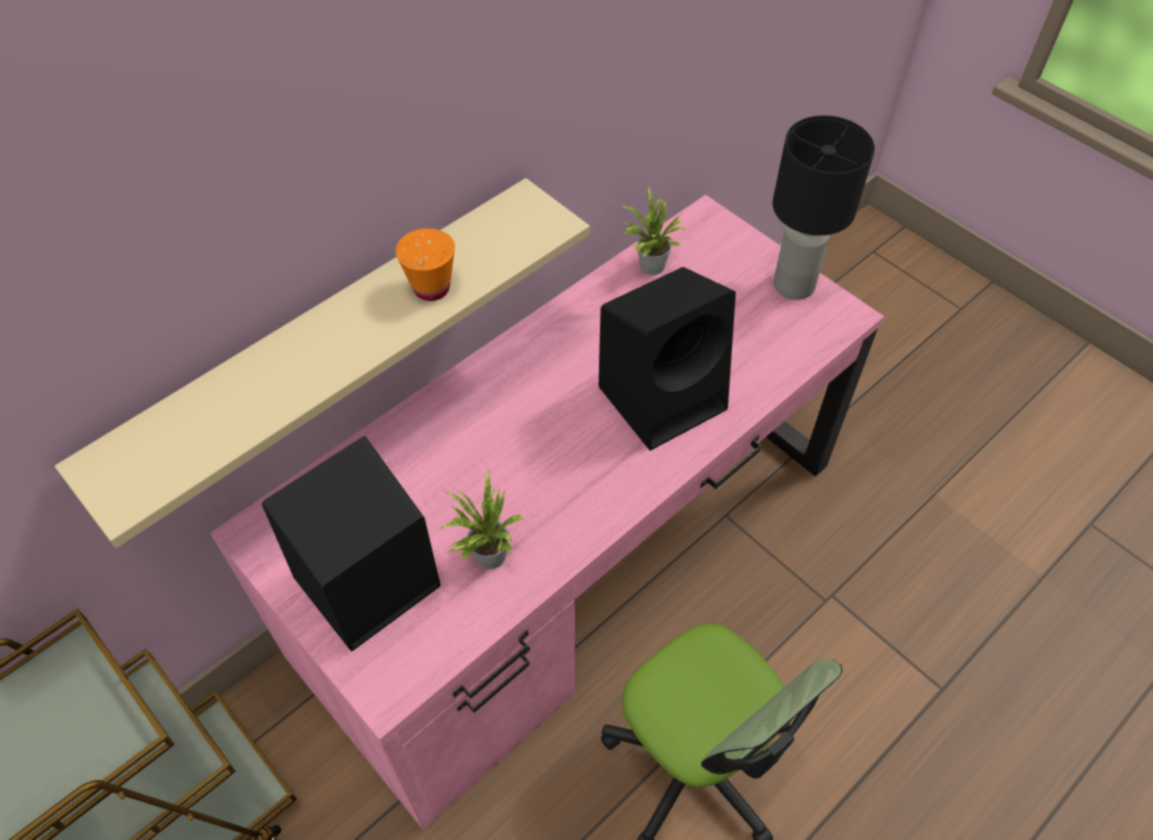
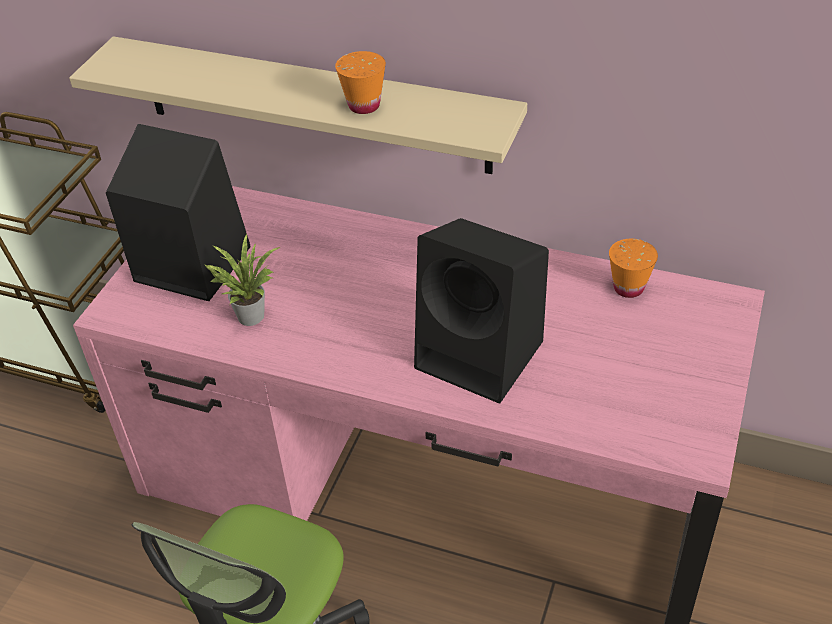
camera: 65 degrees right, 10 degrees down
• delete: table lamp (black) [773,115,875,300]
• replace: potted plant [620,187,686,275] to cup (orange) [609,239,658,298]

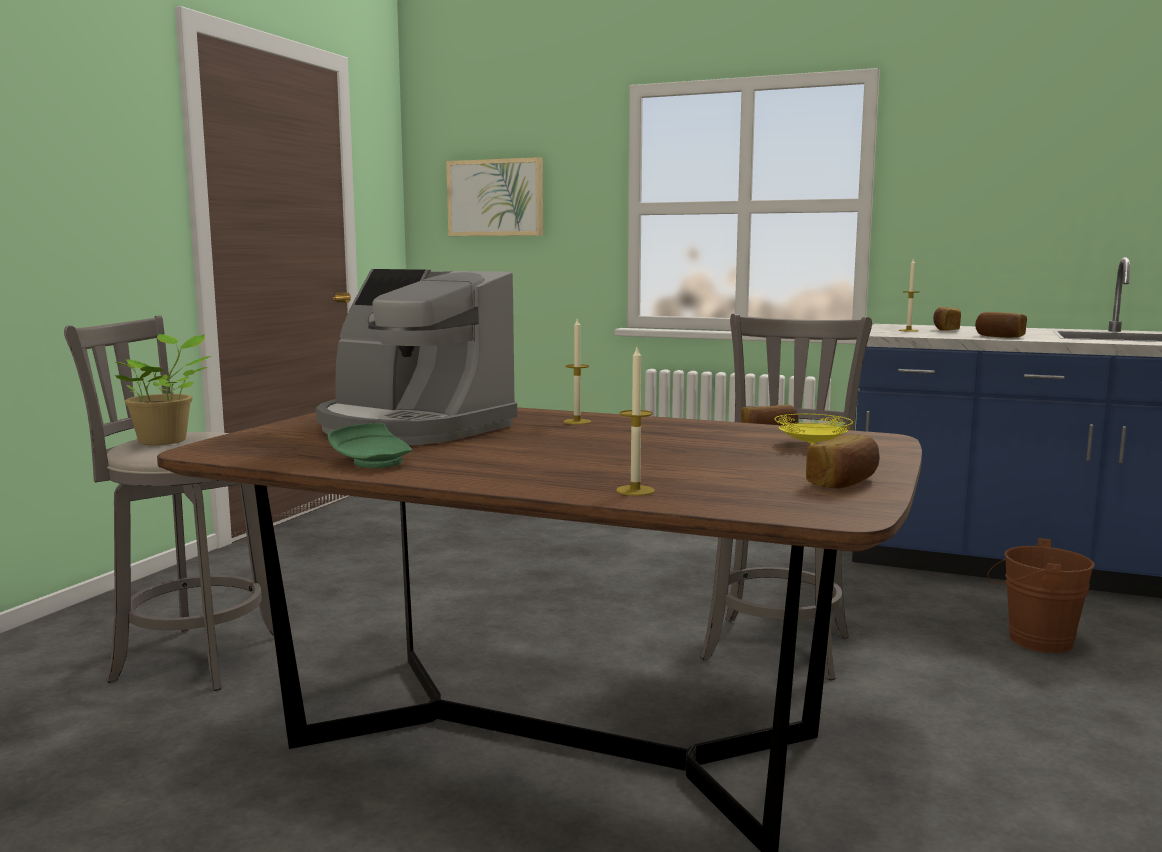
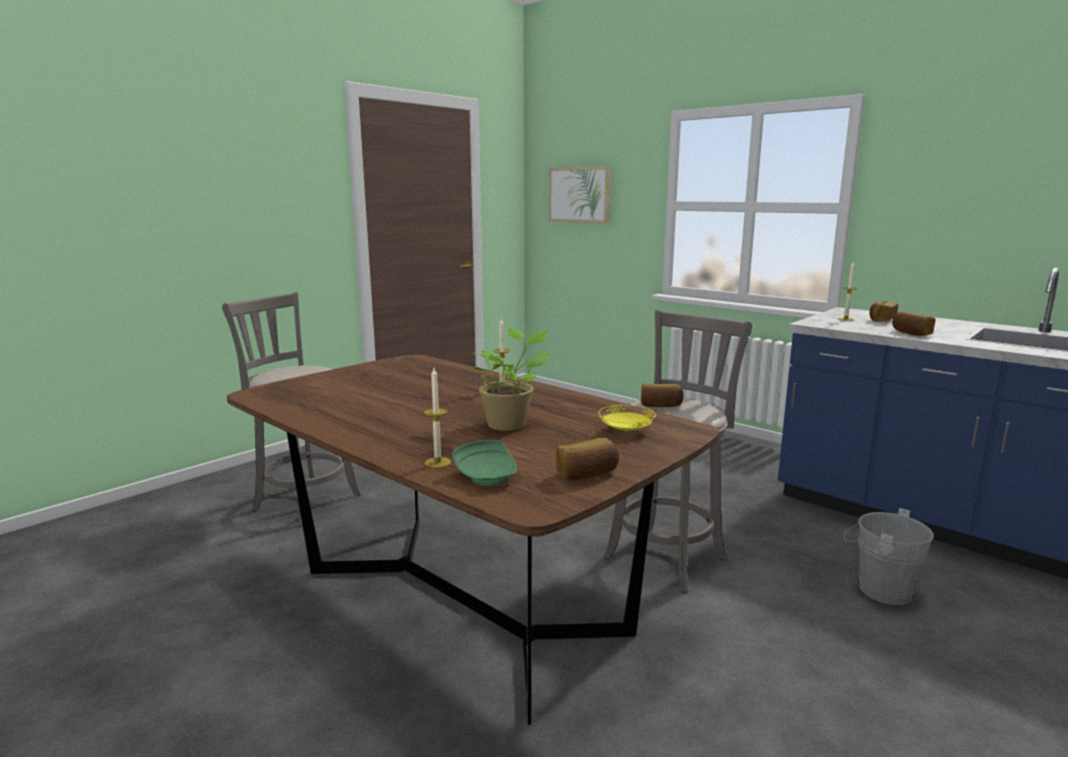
camera: 20 degrees right, 5 degrees up
• delete: coffee machine [316,269,517,445]
• move: potted plant [115,334,211,445] to [473,329,552,431]
• move: plate (green) [328,423,412,468] to [452,440,517,486]
• recolor: bucket (brown) [987,538,1095,653] to bucket (grey) [844,508,934,605]

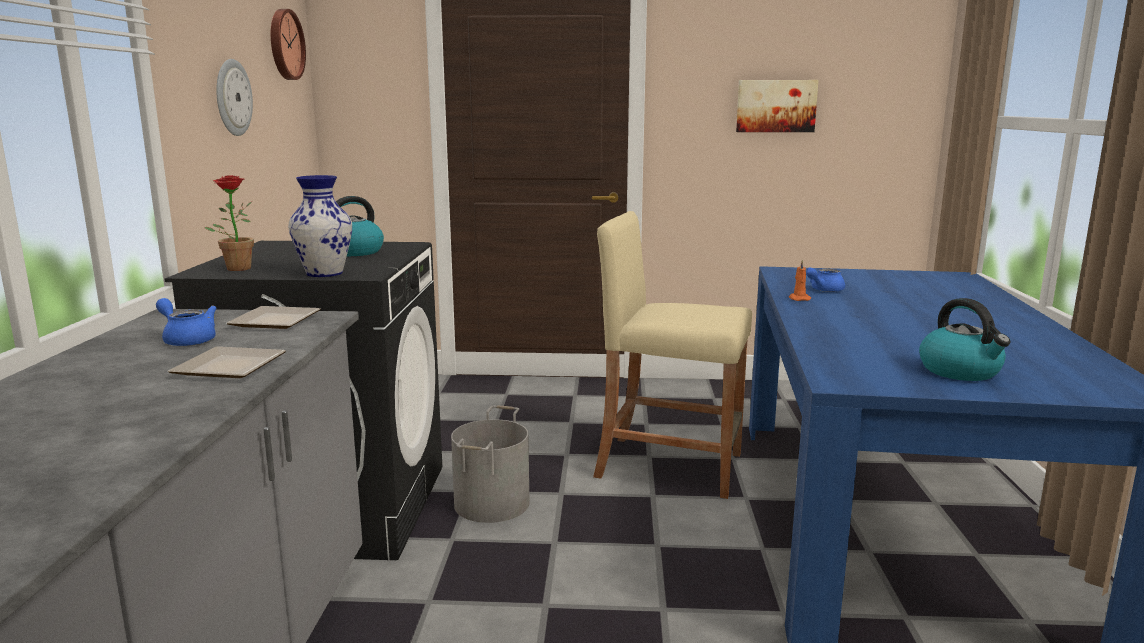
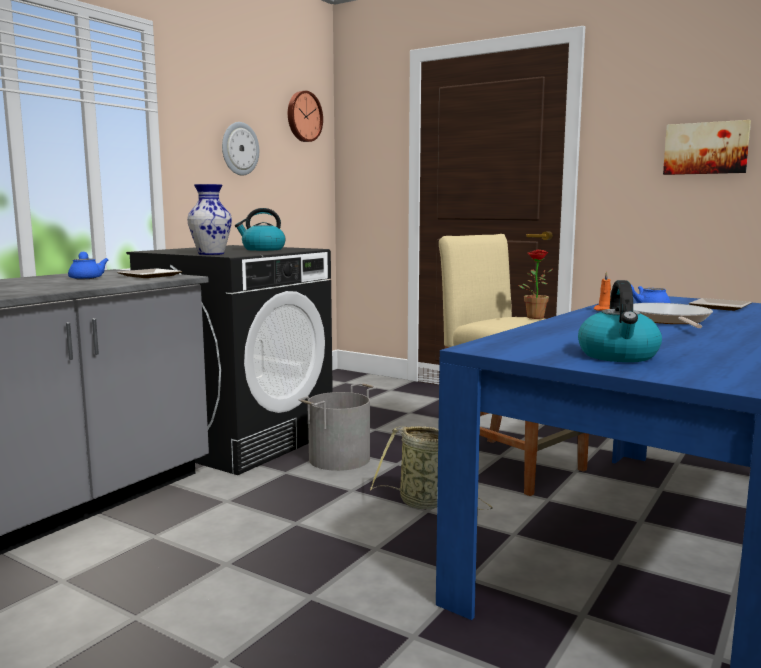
camera: 30 degrees right, 5 degrees down
• move: potted plant [205,175,254,271] to [519,249,552,319]
• move: plate [168,346,286,378] to [689,298,752,311]
• insert: frying pan [633,303,713,328]
• insert: basket [370,426,493,510]

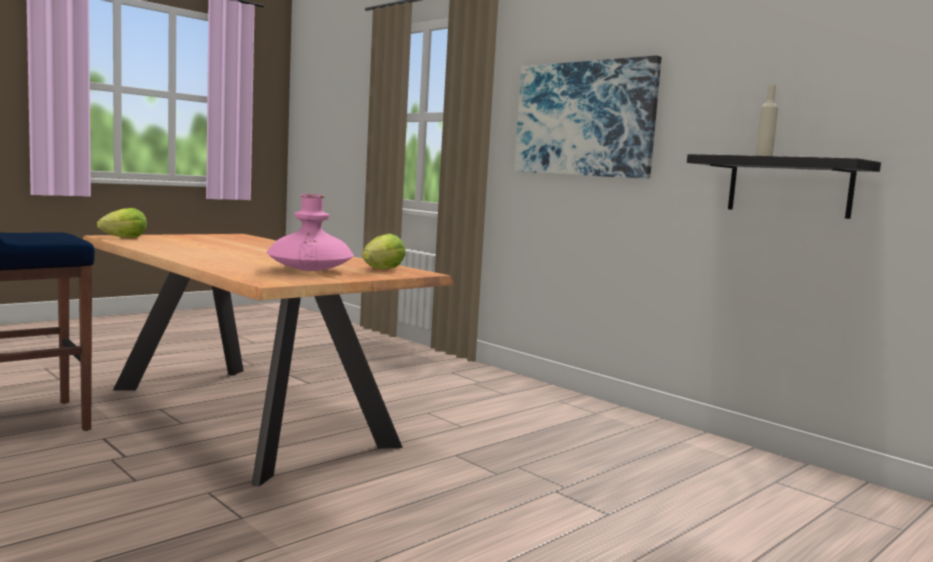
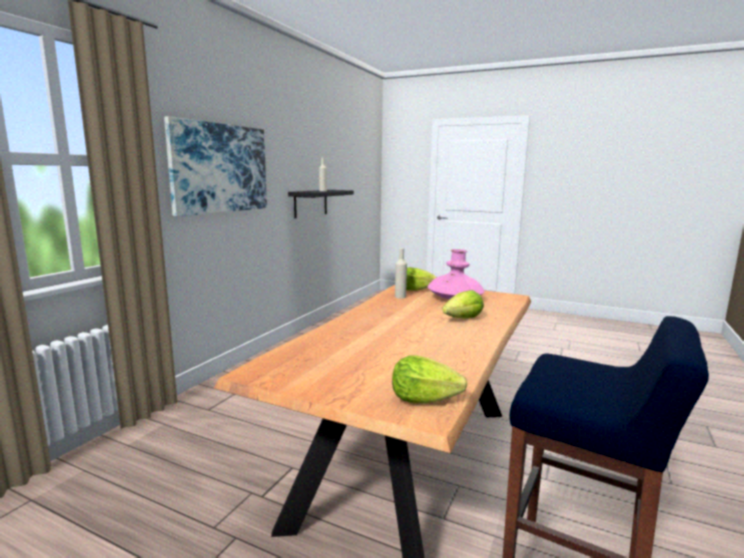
camera: 110 degrees left, 5 degrees up
• insert: bottle (beige) [395,248,407,298]
• insert: lettuce [442,290,484,318]

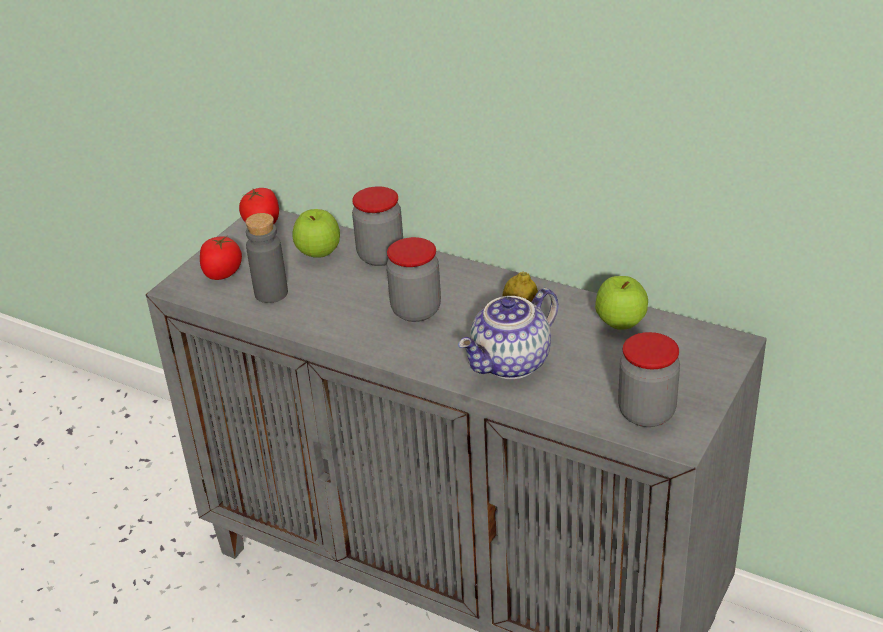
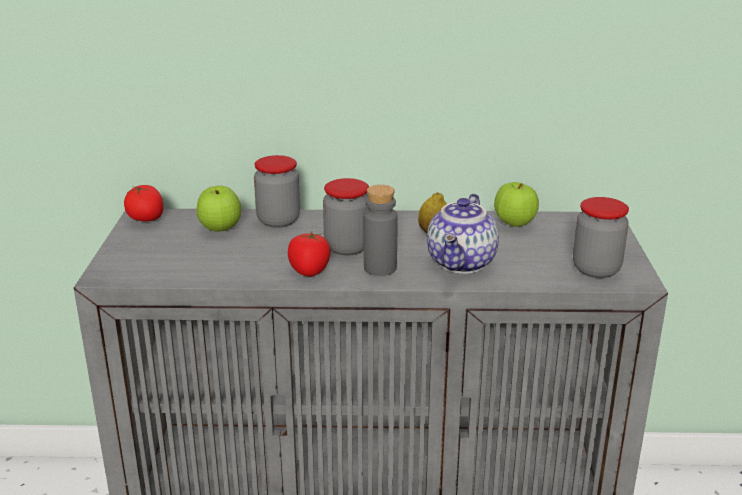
camera: 30 degrees left, 10 degrees down
• move: bottle (grey) [245,213,288,303] to [364,185,398,276]
• move: tomato [200,236,242,280] to [288,231,331,276]

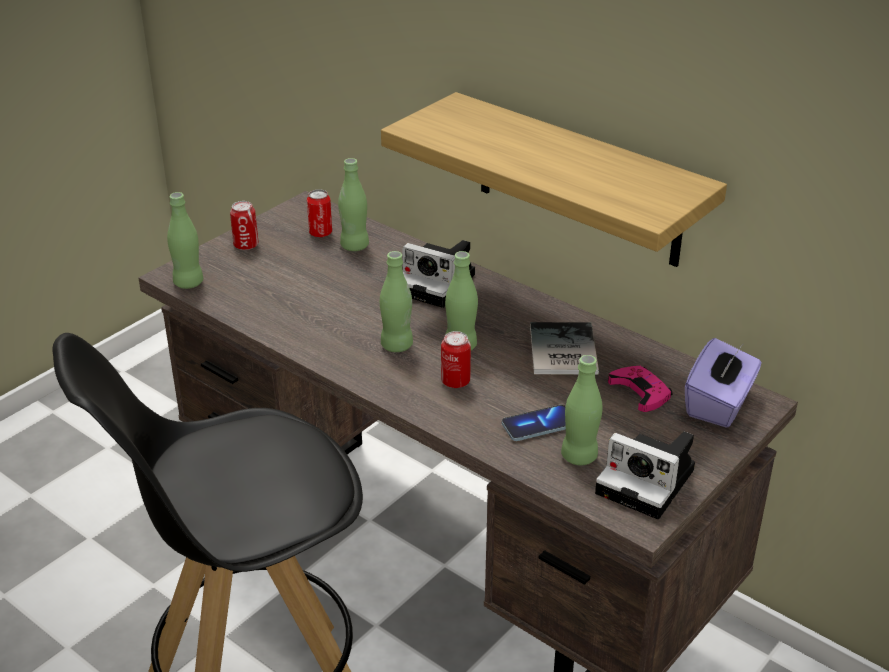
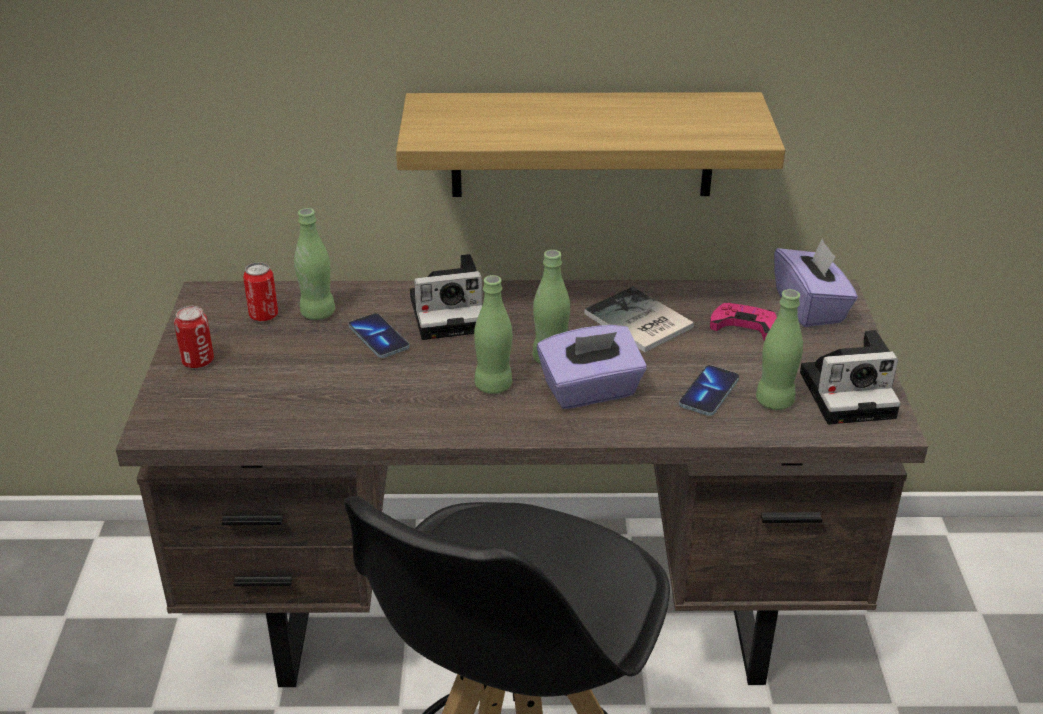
camera: 40 degrees left, 0 degrees up
• delete: bottle (green) [167,192,203,289]
• replace: can [441,331,471,388] to tissue box (purple) [537,325,647,409]
• insert: phone [349,313,409,358]

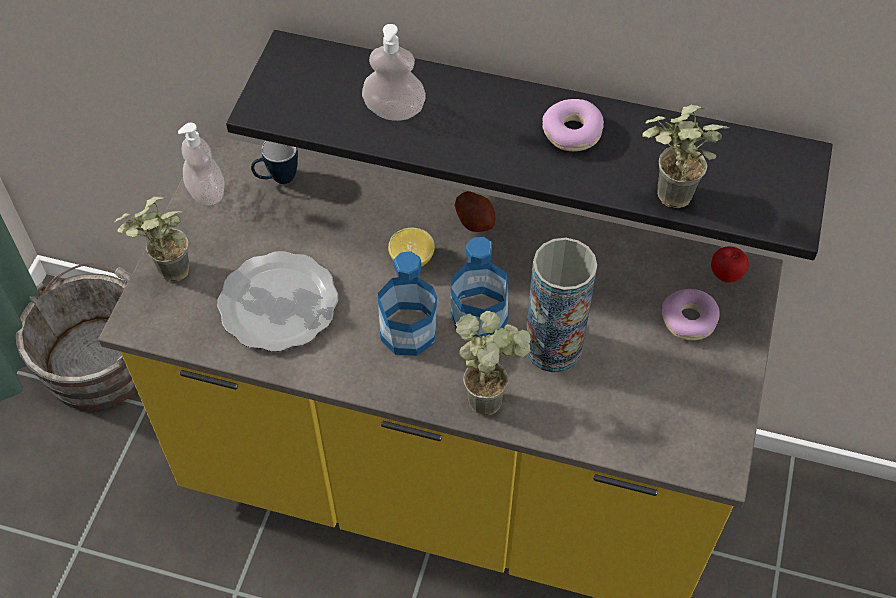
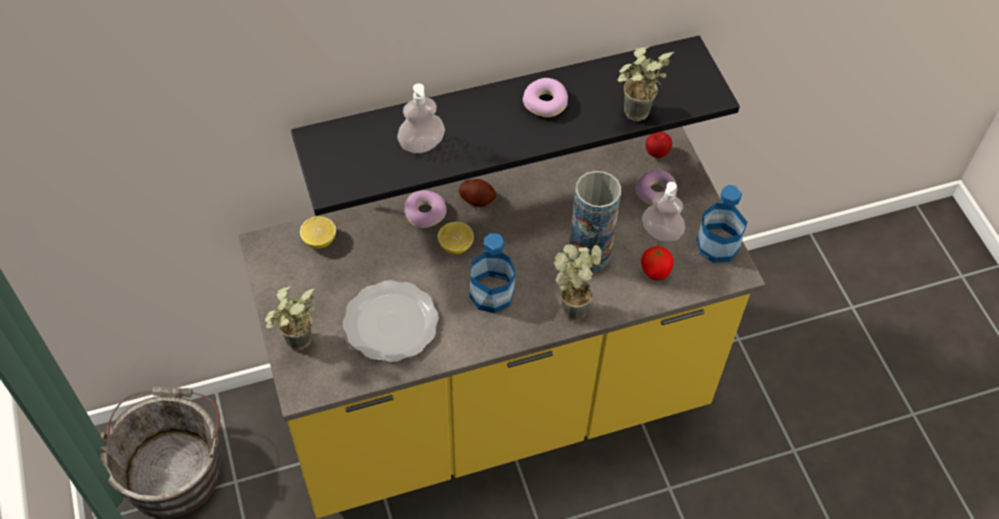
camera: 35 degrees left, 0 degrees up
• move: soap dispenser [178,123,225,206] to [642,182,685,242]
• replace: mug [251,141,298,184] to lemon [300,216,336,249]
• move: bottle [451,237,508,337] to [696,185,747,263]
• insert: donut [404,190,447,228]
• insert: tomato [641,246,674,280]

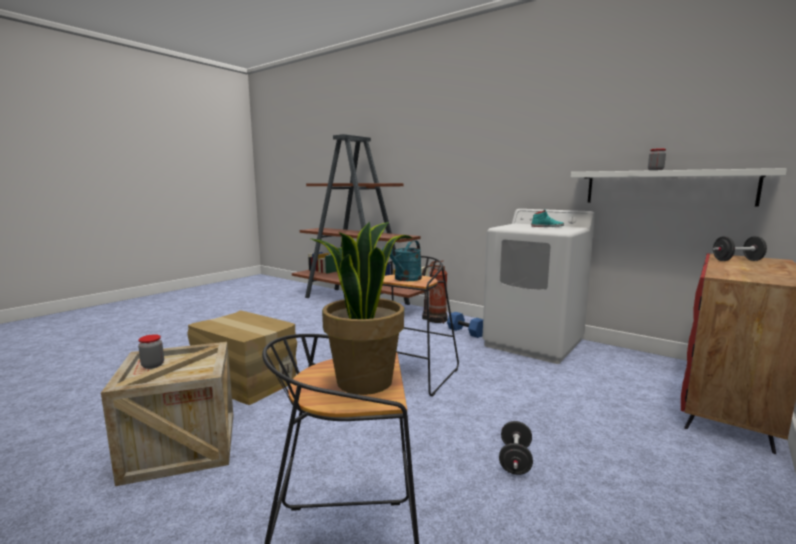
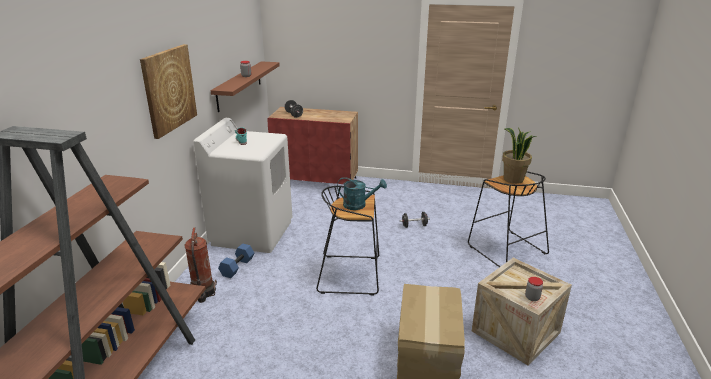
camera: 115 degrees left, 15 degrees up
• recolor: shelf (white) [571,168,787,207] to shelf (brown) [210,61,280,112]
• insert: picture [140,44,197,139]

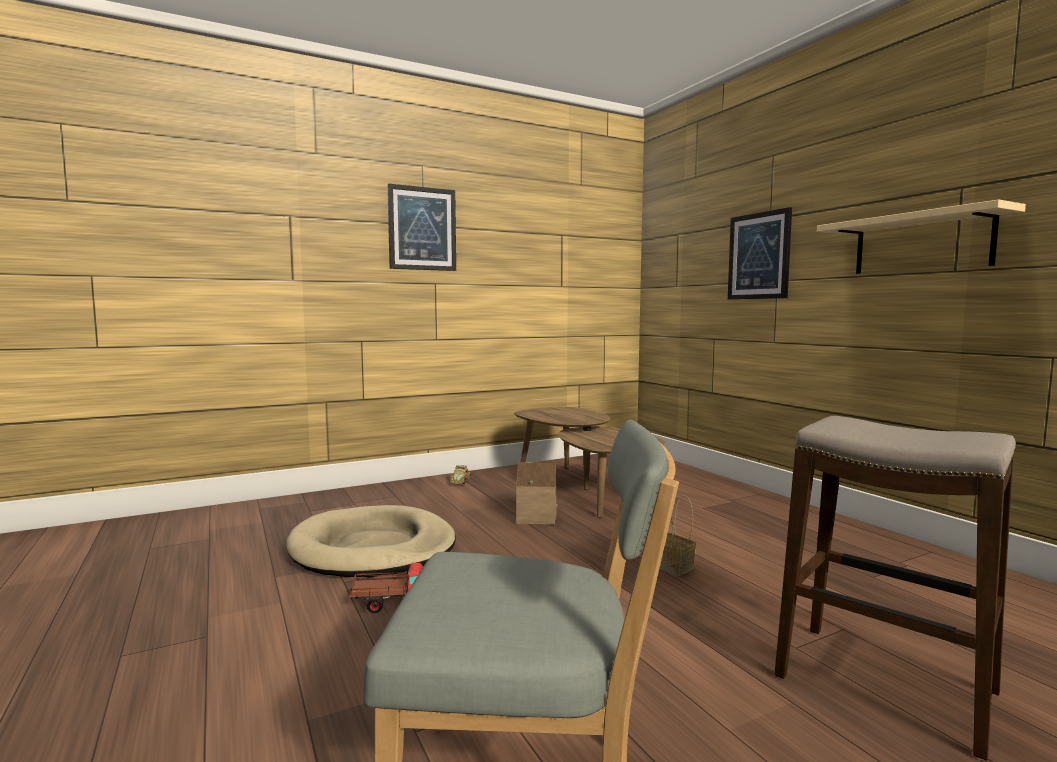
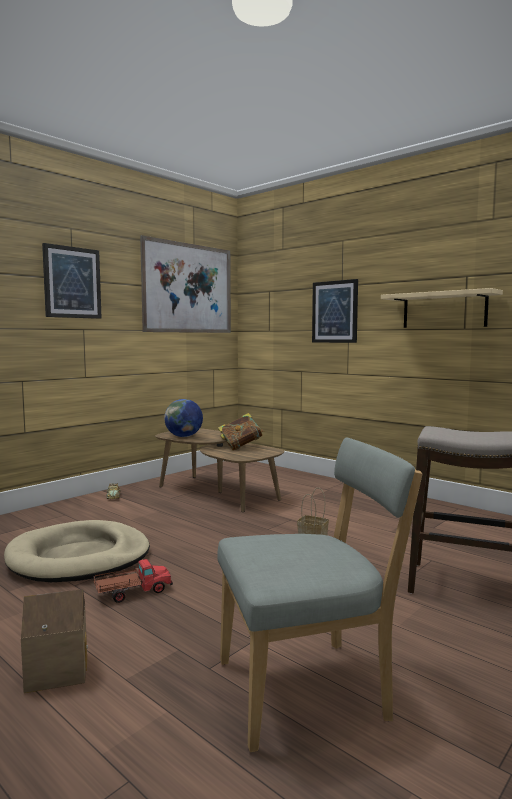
camera: 20 degrees left, 0 degrees up
• move: toy house [516,462,557,525] to [21,589,88,693]
• insert: picture [140,235,231,333]
• insert: globe [164,399,203,437]
• insert: book [218,413,264,450]

